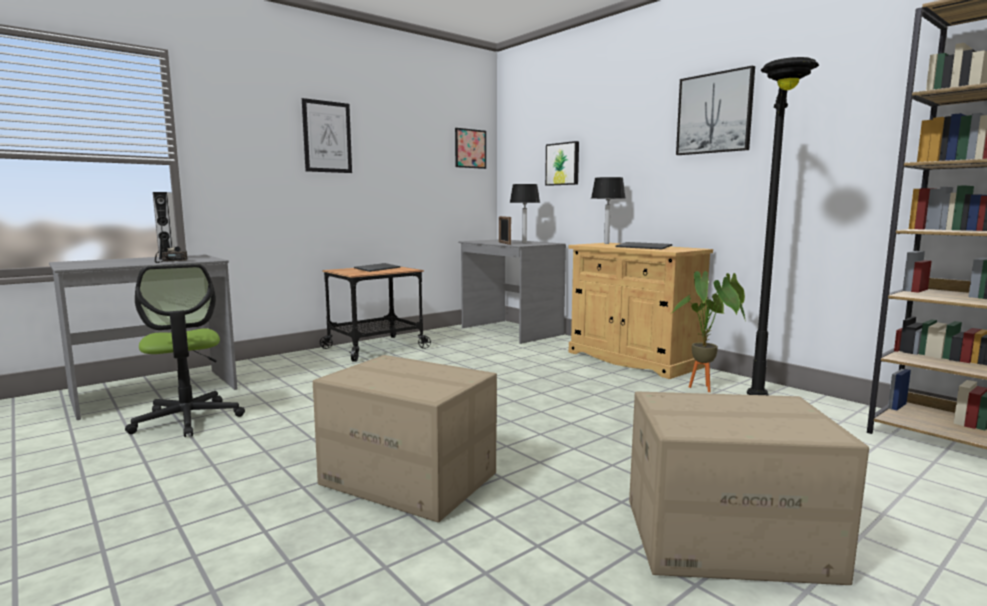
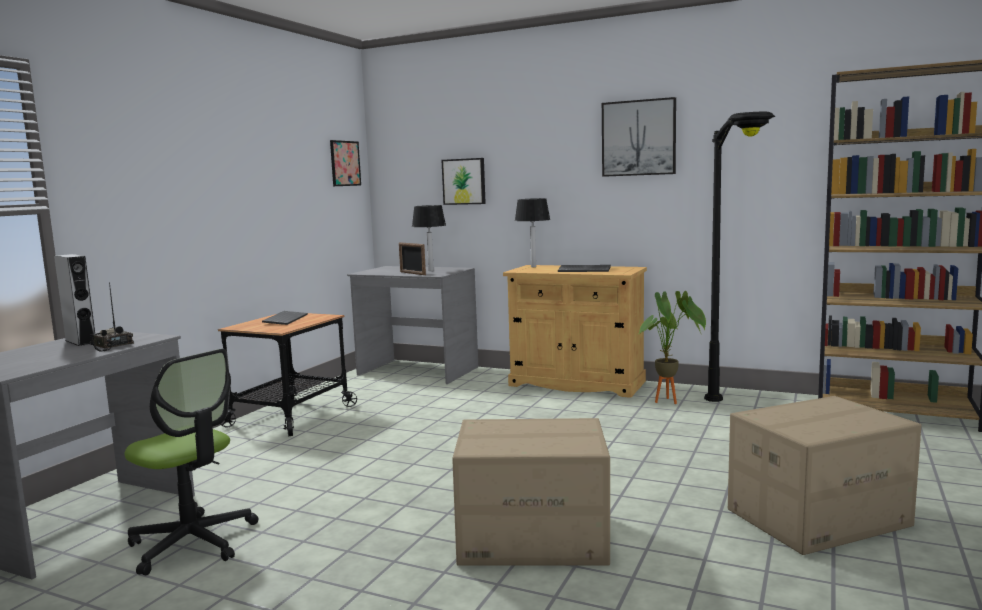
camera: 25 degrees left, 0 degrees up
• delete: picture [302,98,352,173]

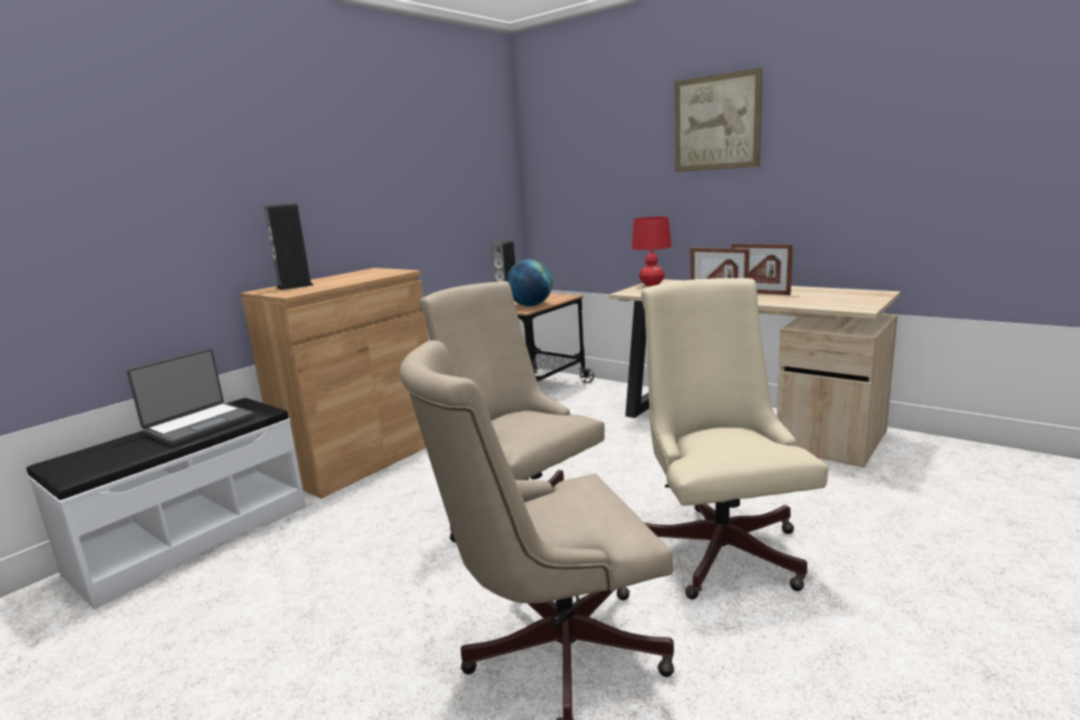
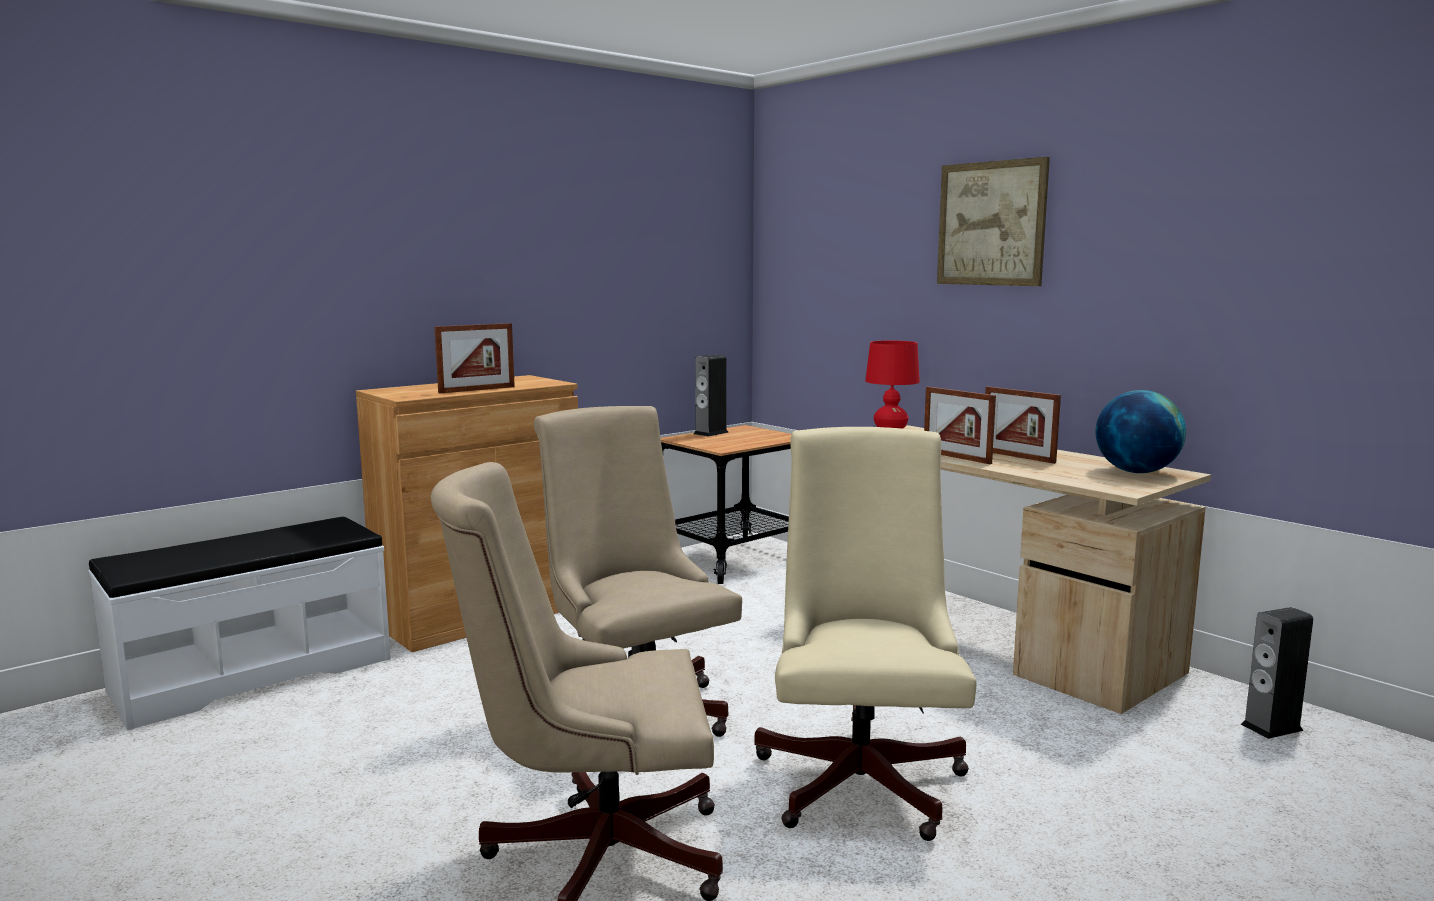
camera: 10 degrees right, 5 degrees down
• move: speaker [264,203,313,290] to [1241,607,1313,739]
• move: globe [506,260,553,306] to [1095,390,1186,473]
• delete: laptop [127,349,255,446]
• insert: picture frame [435,323,515,393]

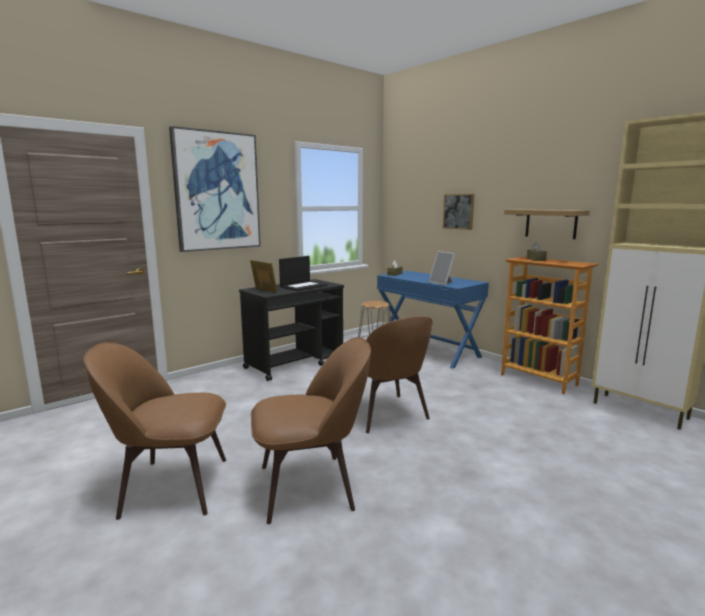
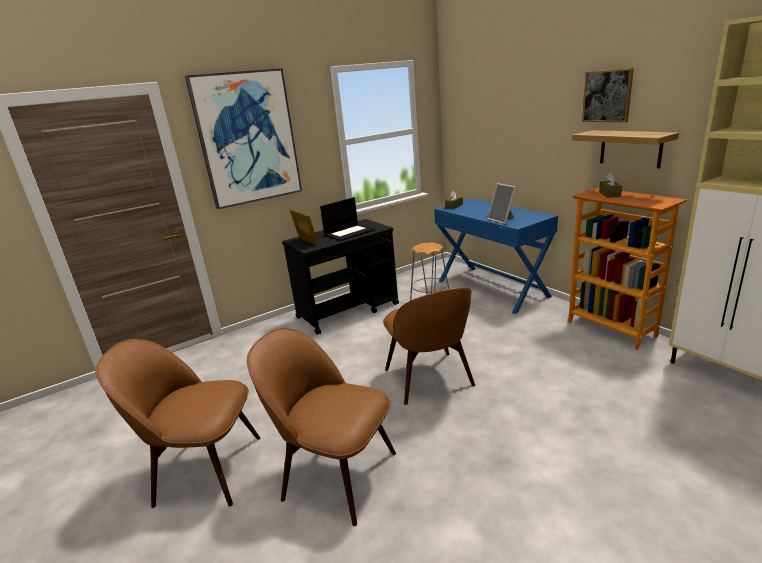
camera: 10 degrees right, 10 degrees up
• move: picture [443,194,474,230] to [582,68,634,122]
• rotate: chair (brown) [251,337,371,524] = [247,328,396,526] 150 degrees counterclockwise

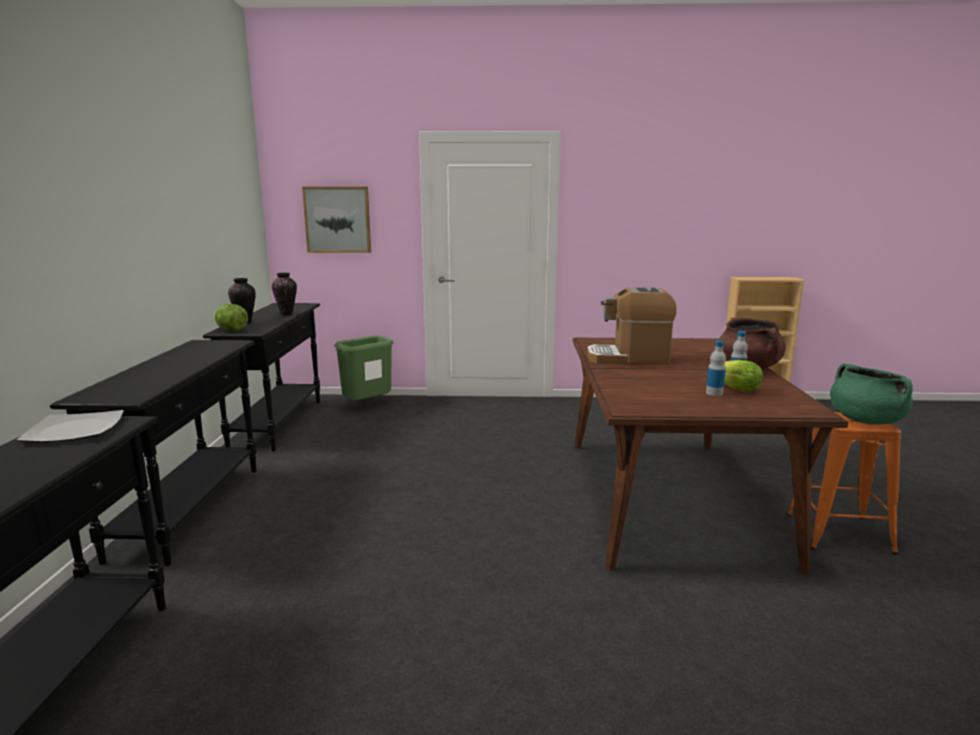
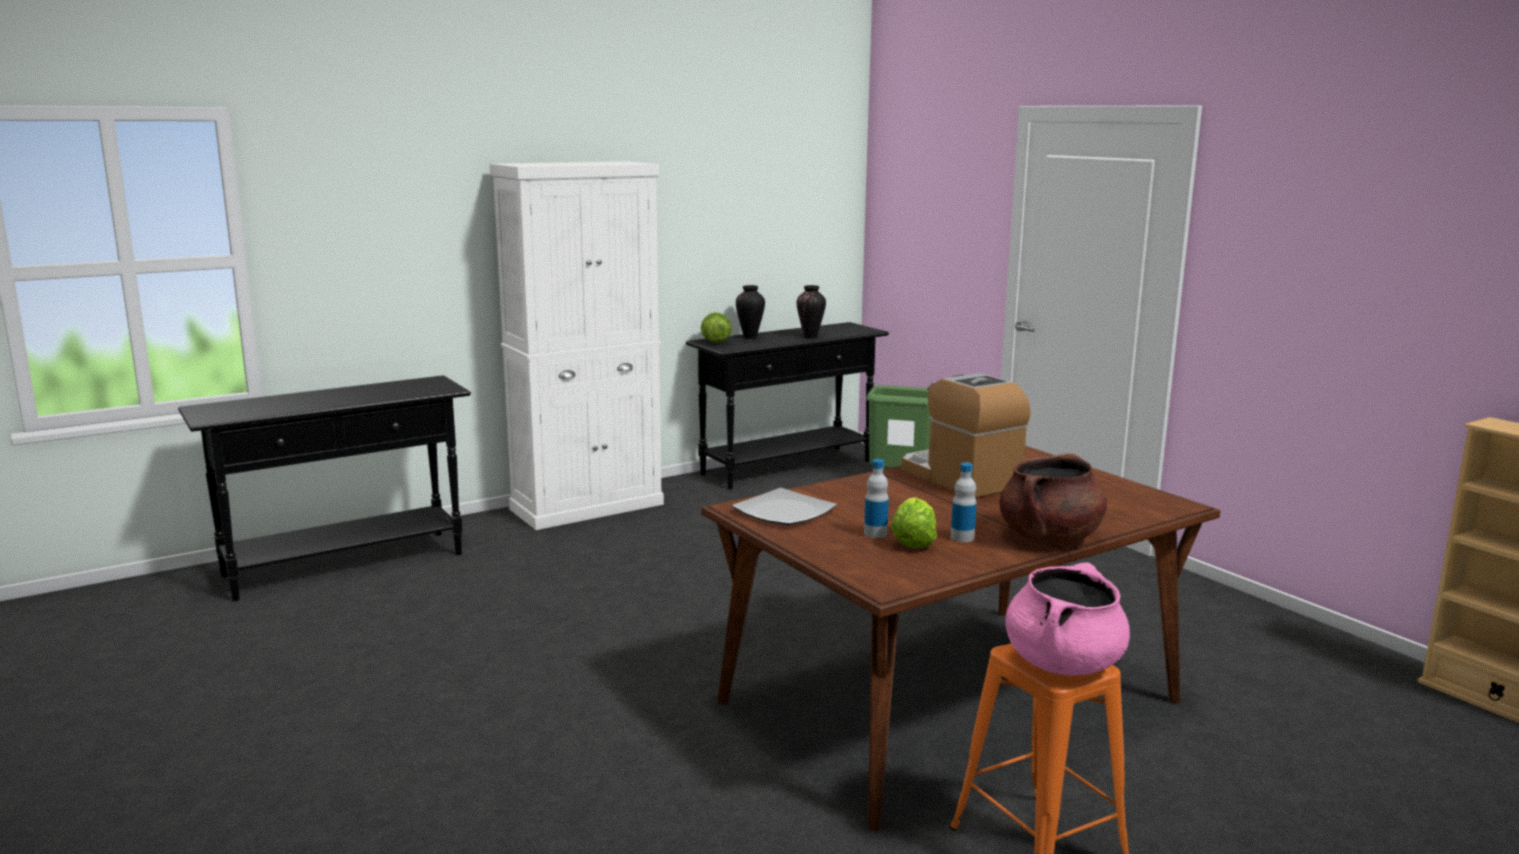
camera: 55 degrees right, 0 degrees up
• delete: picture [302,187,371,253]
• replace: console table (black) [50,340,257,566] to cabinet (white) [490,161,664,530]
• recolor: cooking pot (green) [830,363,913,424] to cooking pot (pink) [1005,563,1130,675]
• move: plate [16,410,124,443] to [732,488,837,525]

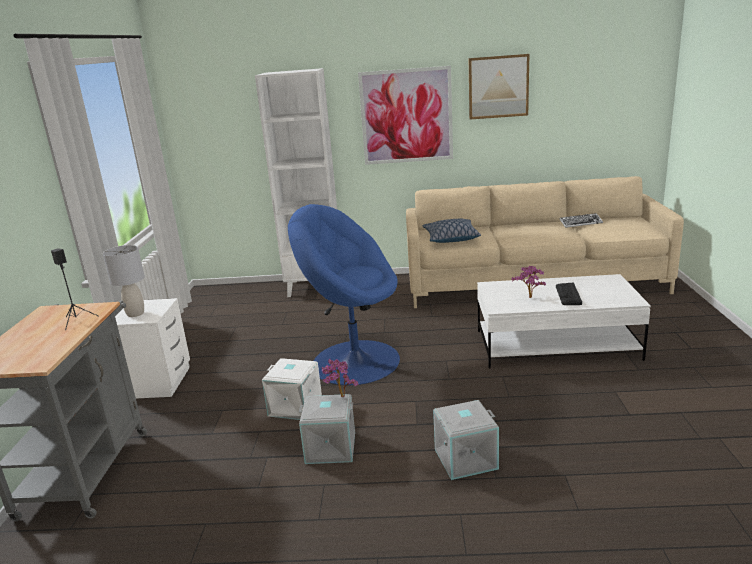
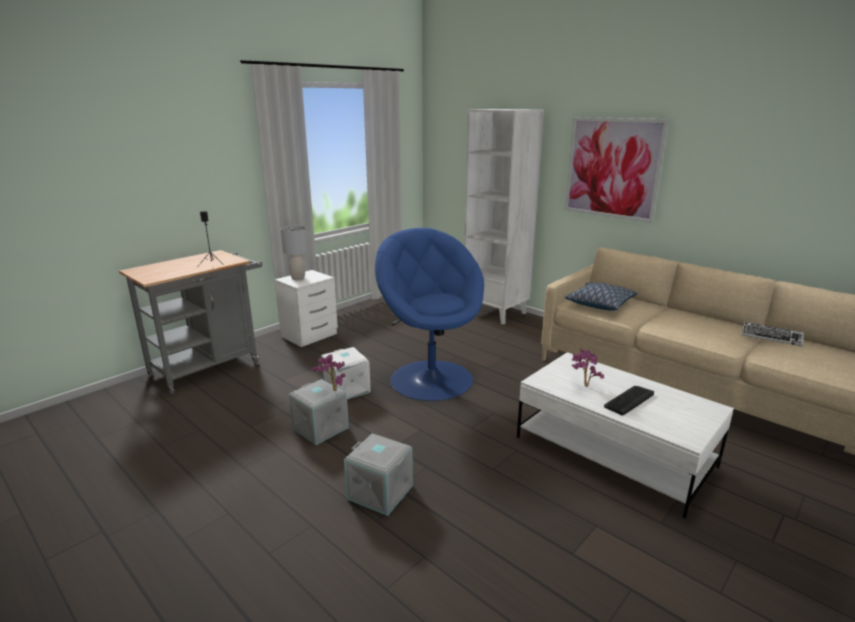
camera: 40 degrees right, 0 degrees up
• delete: picture [469,54,530,120]

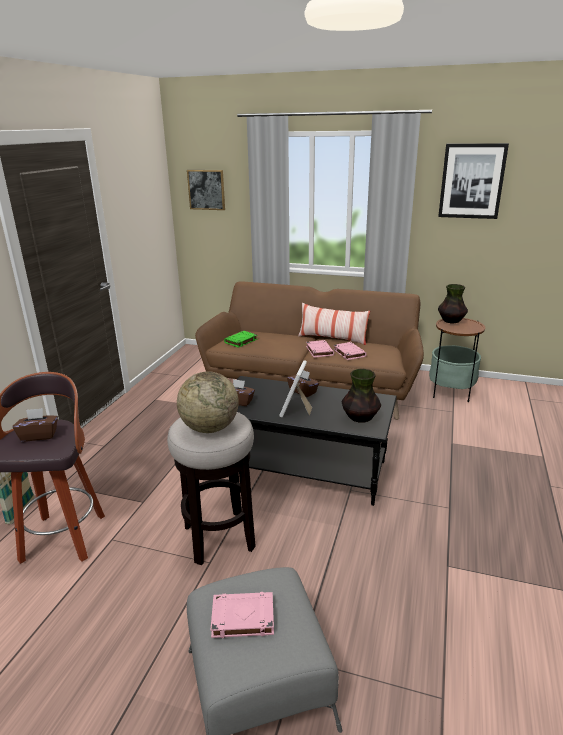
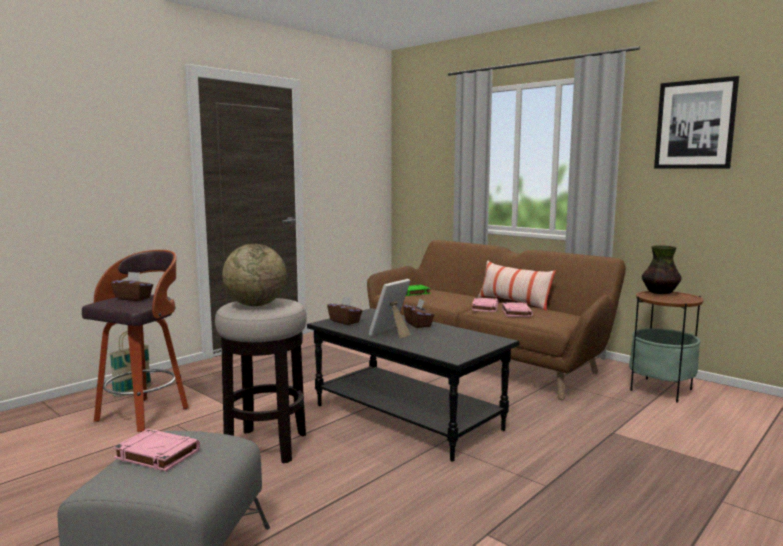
camera: 25 degrees right, 15 degrees down
• delete: picture [187,170,225,210]
• delete: vase [342,369,381,423]

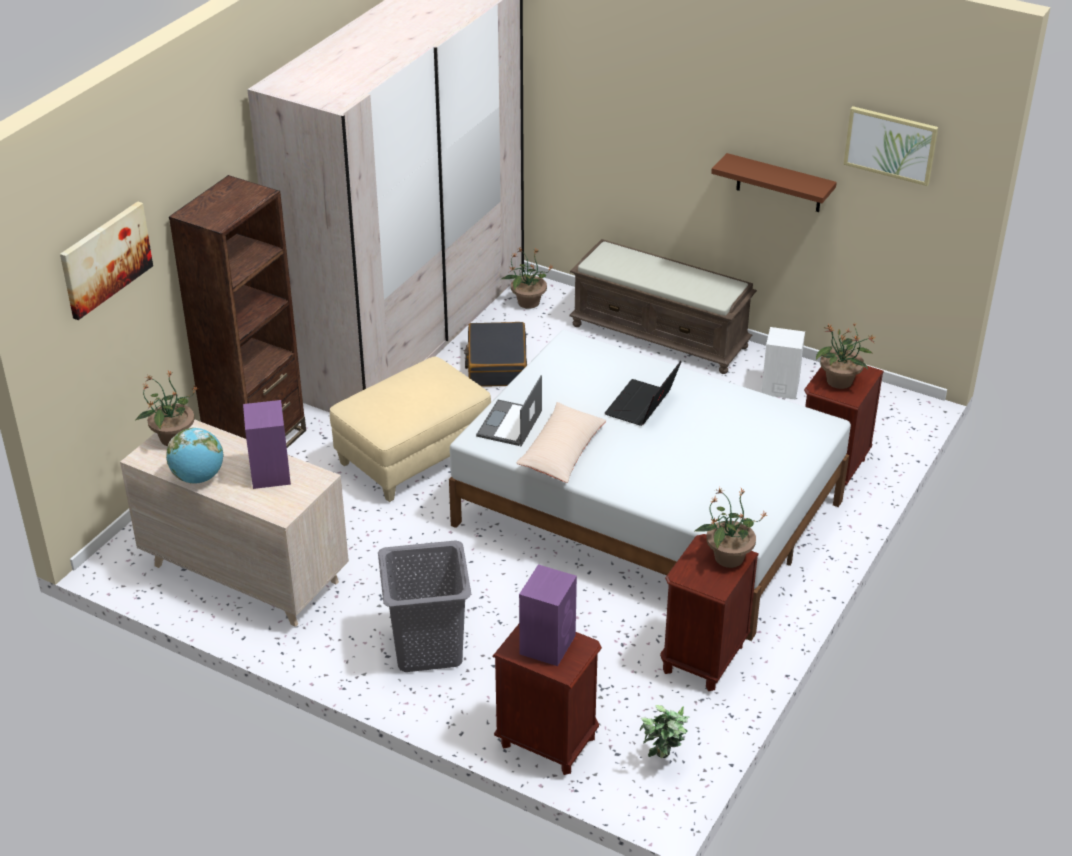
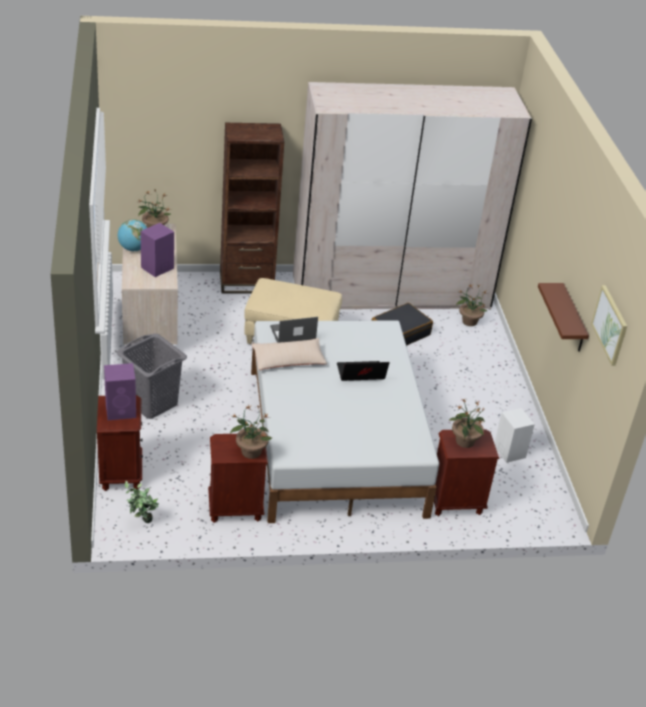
camera: 50 degrees right, 0 degrees up
• delete: picture [60,202,153,320]
• delete: bench (brown) [569,239,757,374]

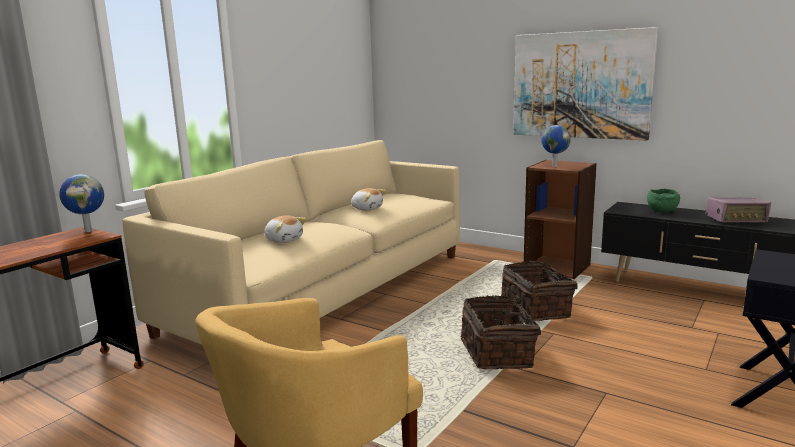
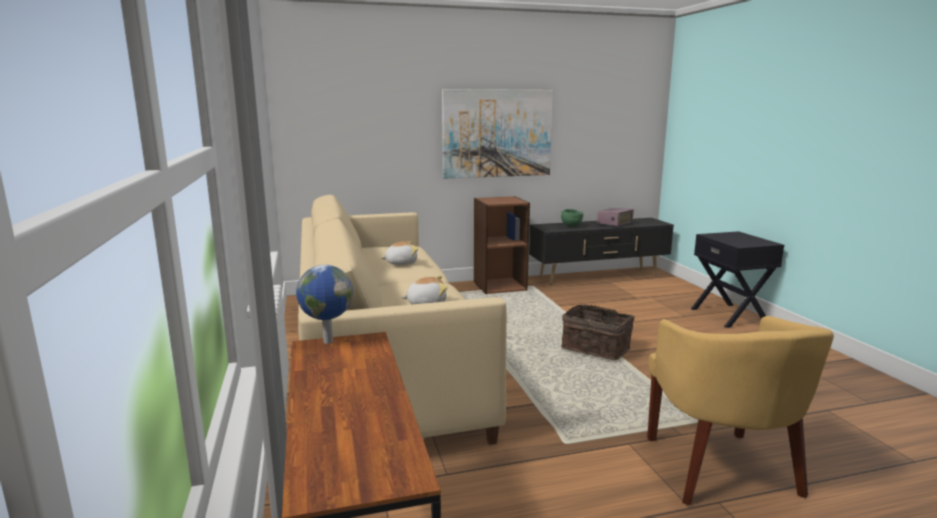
camera: 50 degrees left, 0 degrees up
• delete: globe [541,125,571,167]
• delete: basket [501,261,578,321]

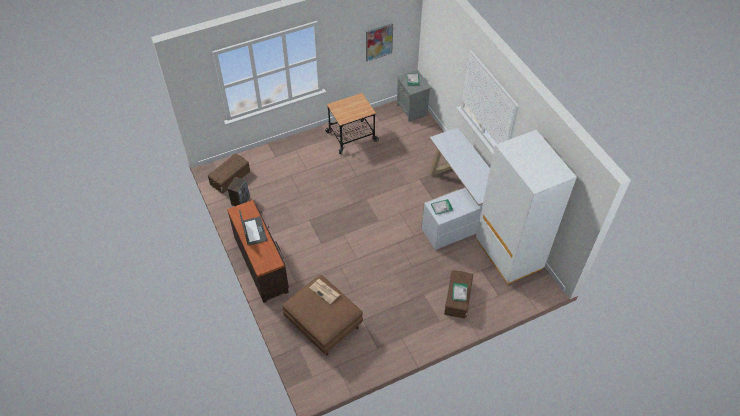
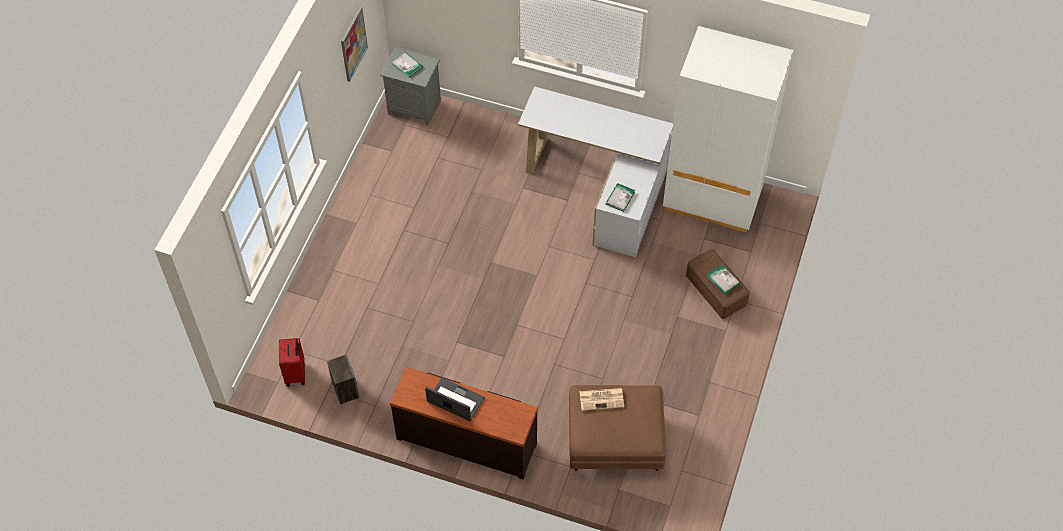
camera: 45 degrees left, 5 degrees up
• delete: cart [325,93,379,154]
• replace: storage box (brown) [208,154,250,193] to suitcase (red) [279,338,305,387]

